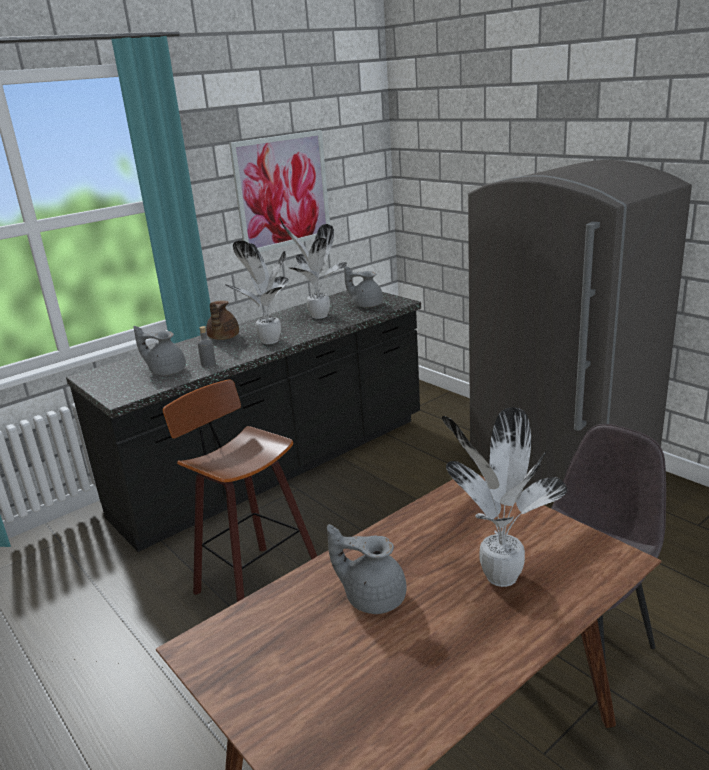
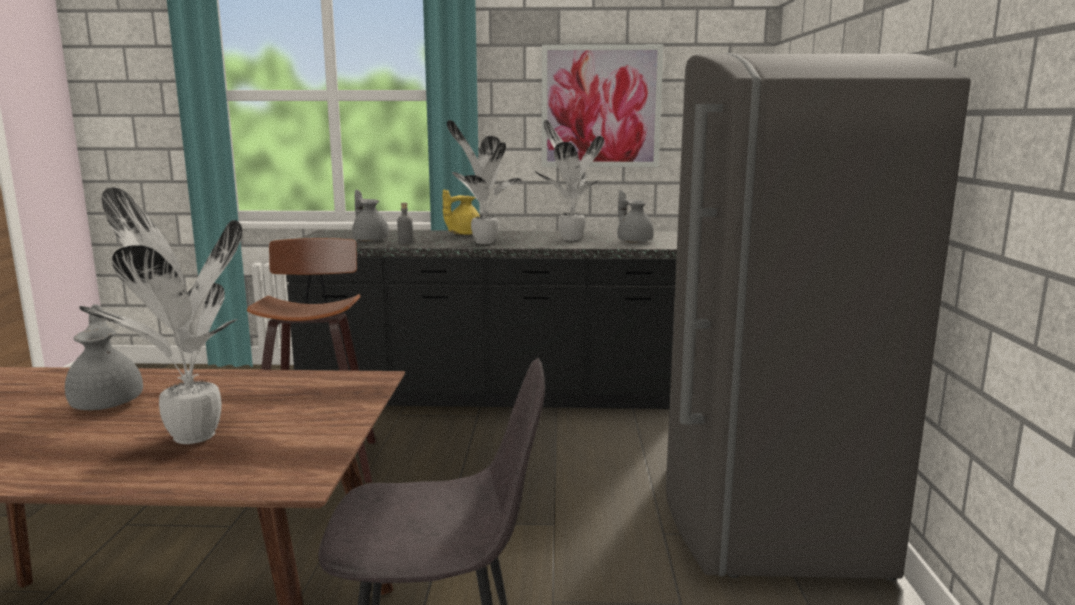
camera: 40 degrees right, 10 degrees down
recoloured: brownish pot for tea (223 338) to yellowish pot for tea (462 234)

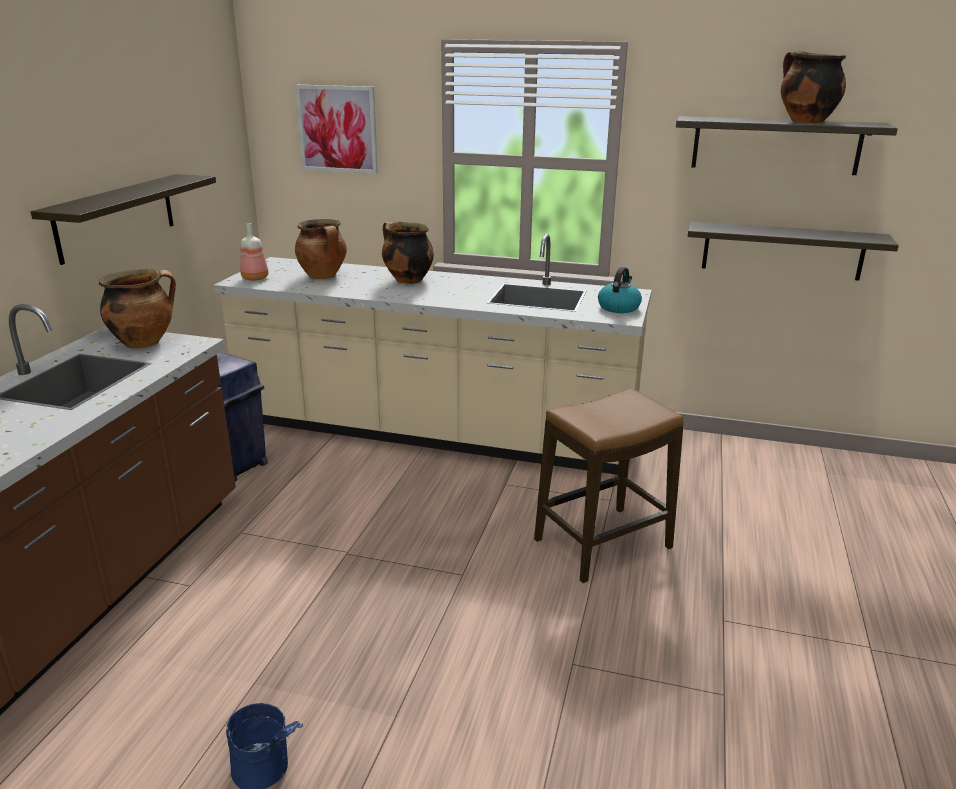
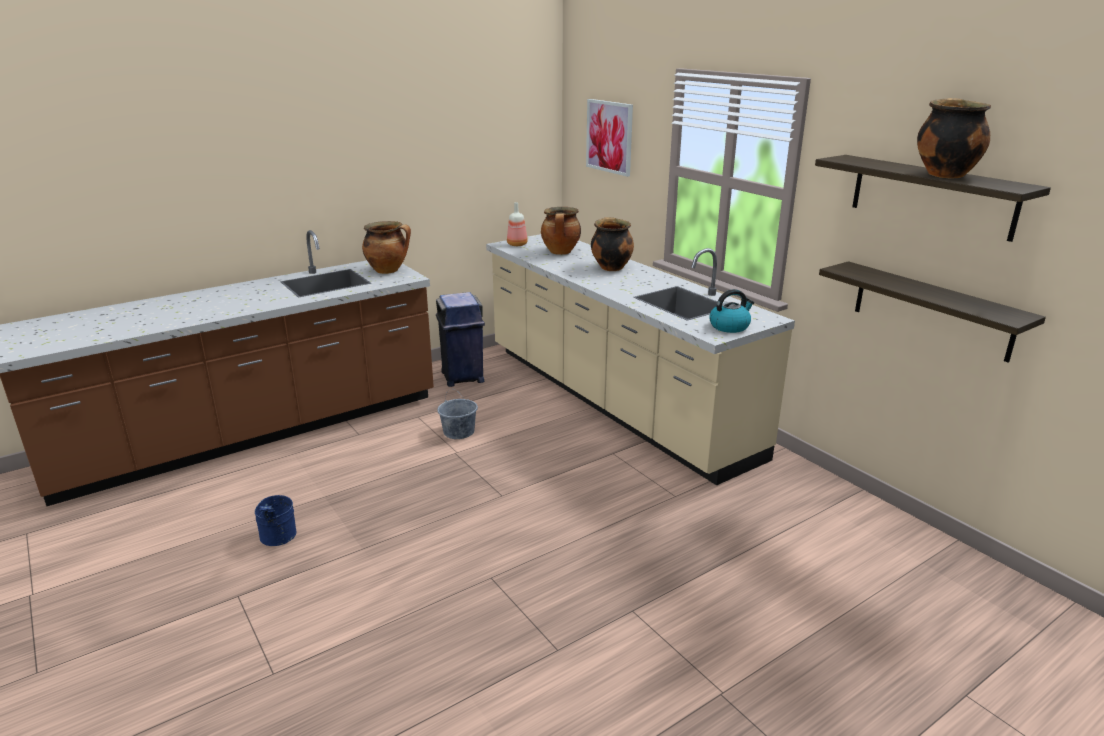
camera: 40 degrees right, 0 degrees up
removed: bracket shelf (116 217); sitting stool (603 544)
added: greyish bucket (459 432)

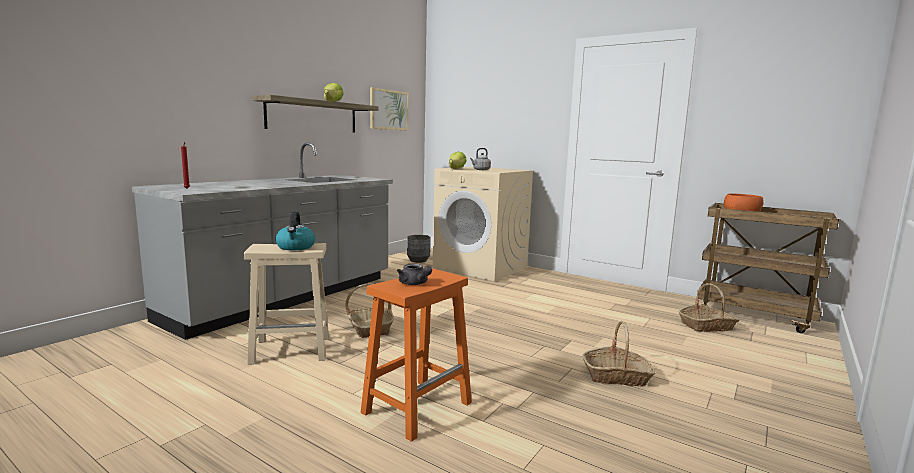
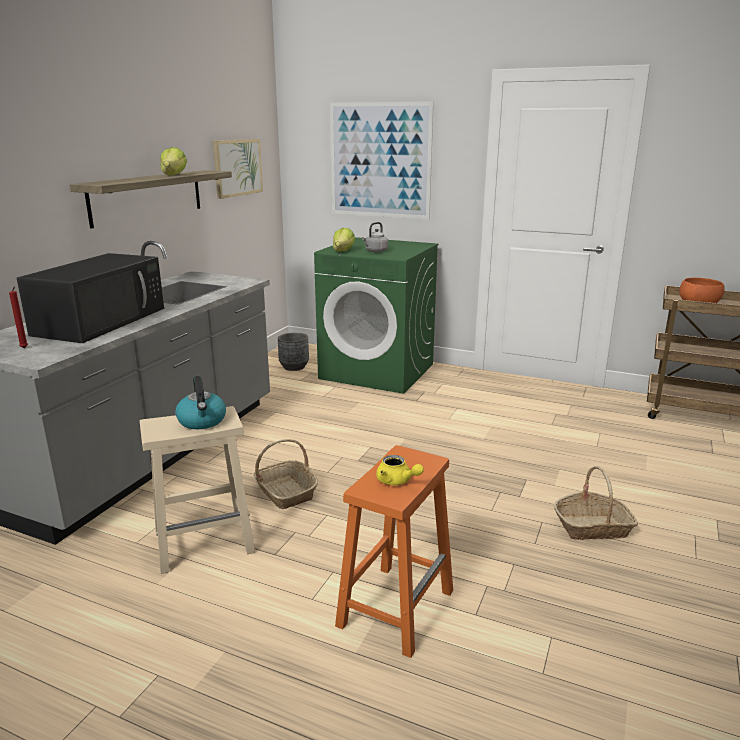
camera: 10 degrees left, 10 degrees up
removed: basket (706 326)
added: black kitchen microwave (102 320); wall picture (380 160)
recoloured: greyish pot for tea (414 284) to yellowish pot for tea (397 481); beige-coloured washing machine (481 268) to green-coloured washing machine (378 371)

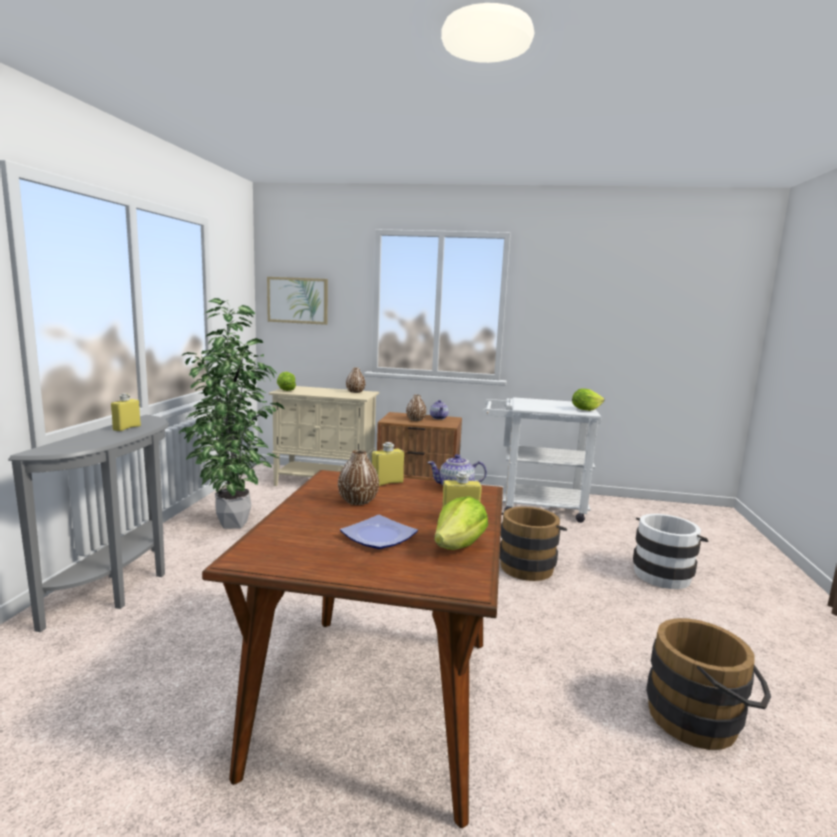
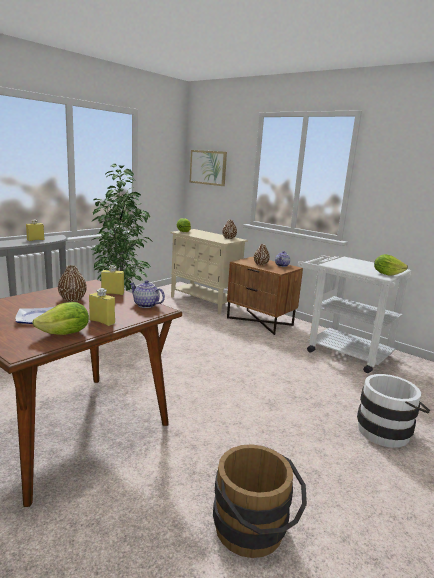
camera: 30 degrees right, 5 degrees up
removed: brownish bucket (528 565)

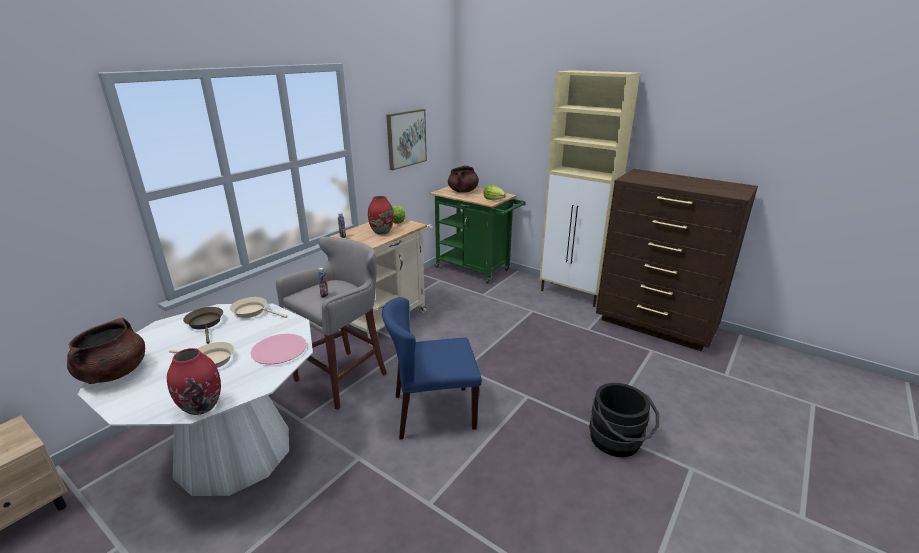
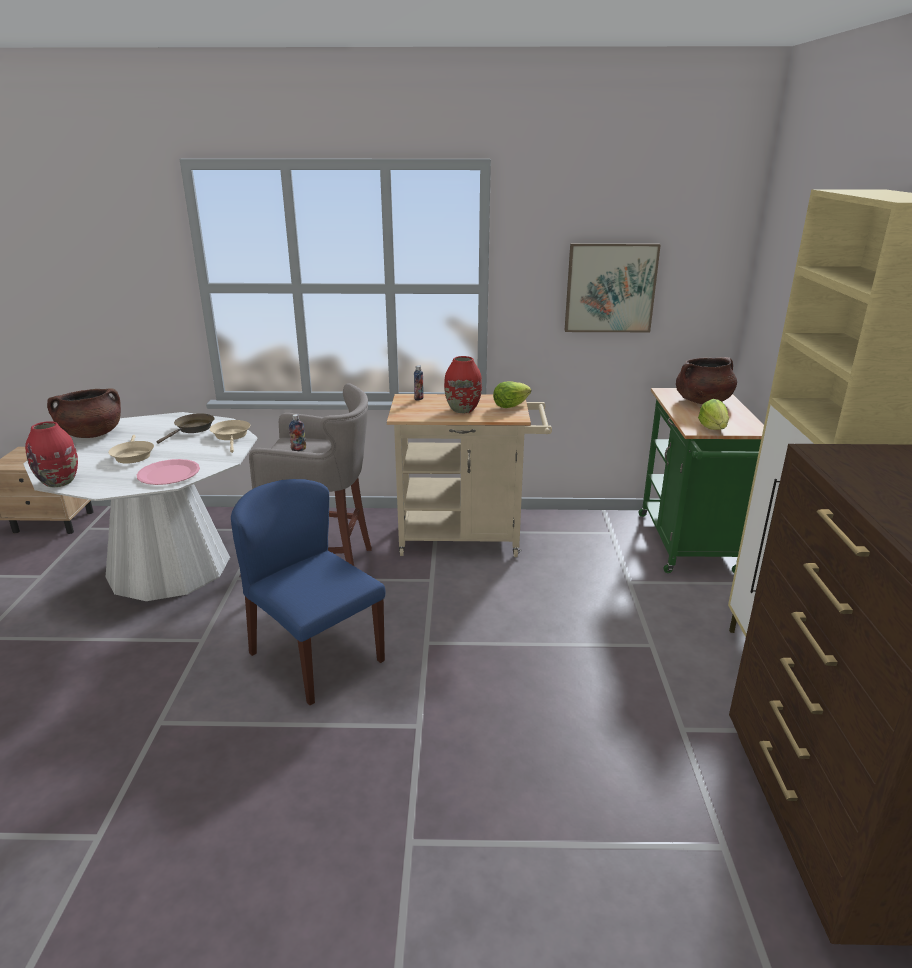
camera: 55 degrees right, 0 degrees up
removed: black bucket (618 442)

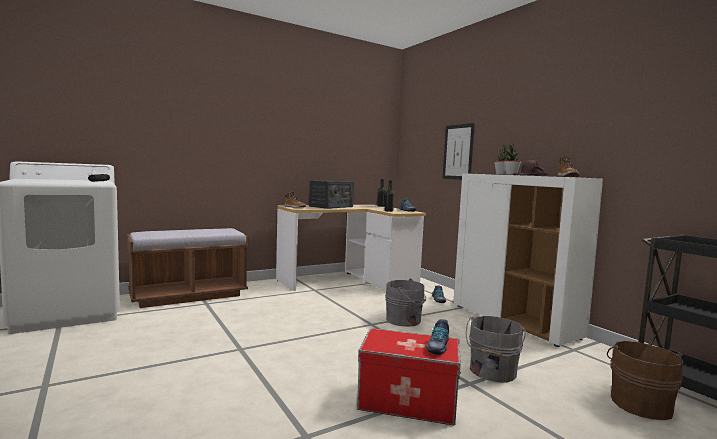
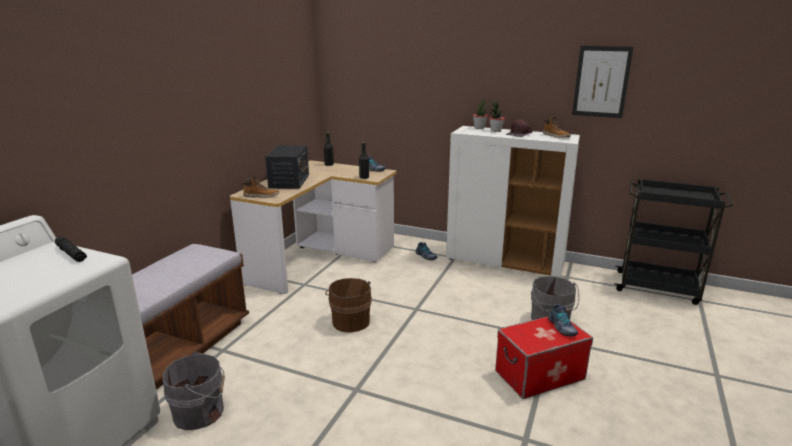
camera: 35 degrees left, 15 degrees up
moved: greyish bucket (405 320) to (201 412); wall picture (458 152) to (601 82); brownish bucket (640 403) to (350 321)

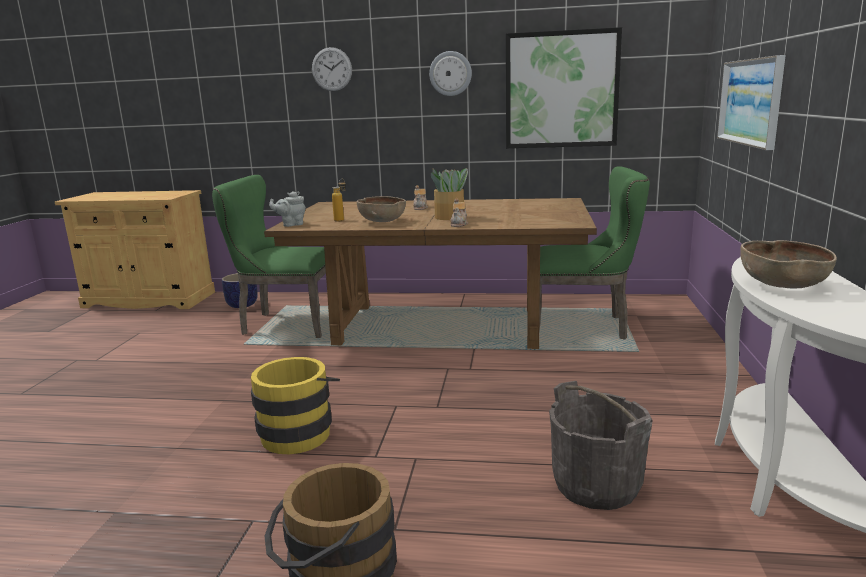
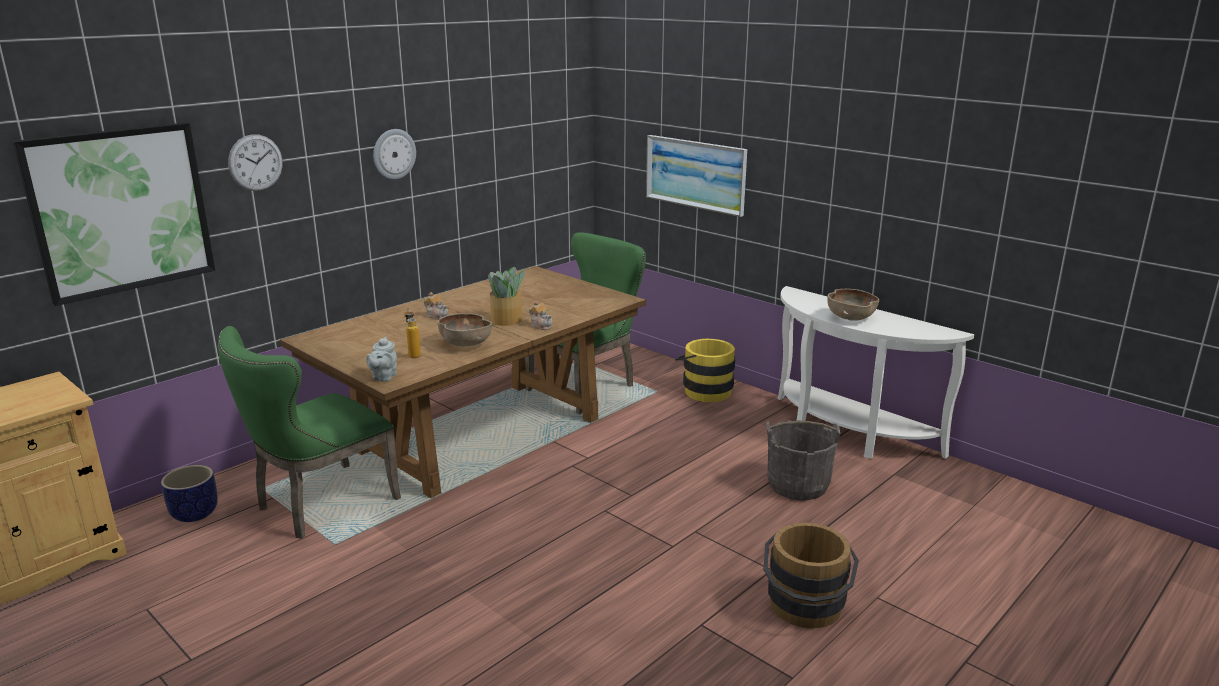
camera: 55 degrees left, 5 degrees up
moved: yellowish bucket (299 432) to (704 390); wall picture (561 90) to (121 210)

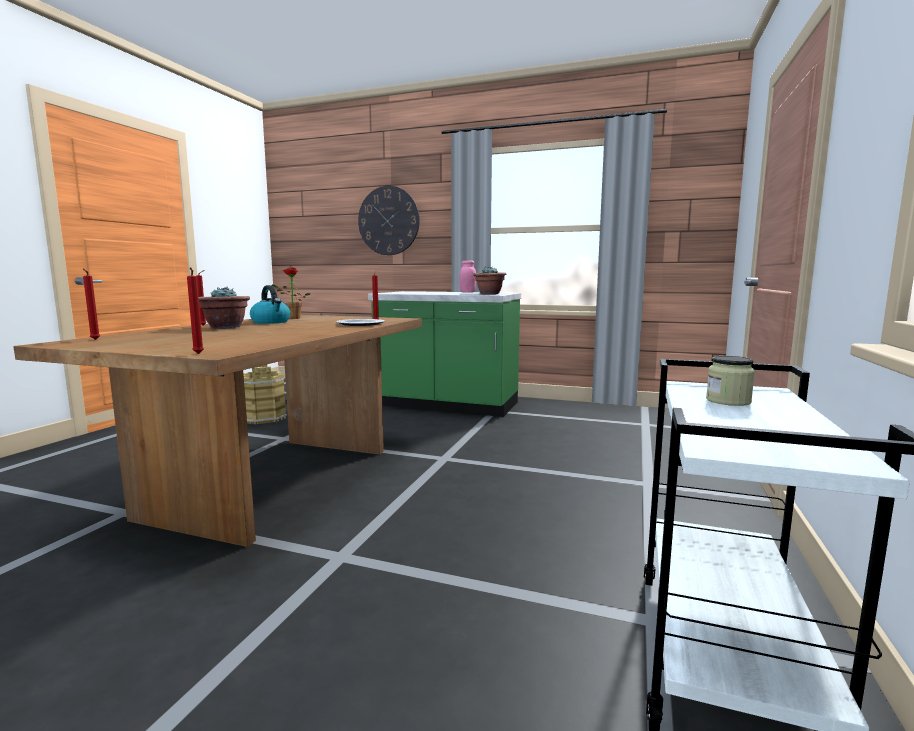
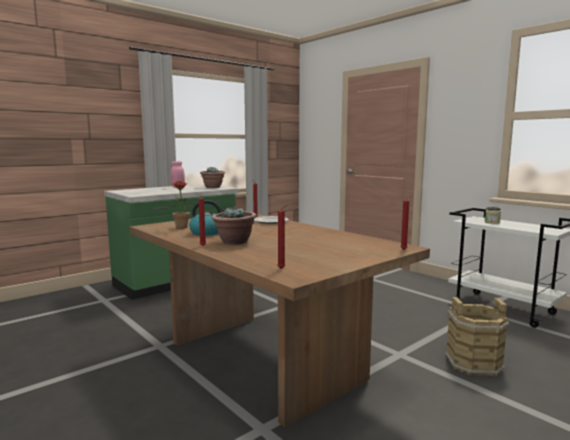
camera: 60 degrees left, 0 degrees up
removed: clock on the wall (388 221)
moved: brownish bucket (264 418) to (473 363)

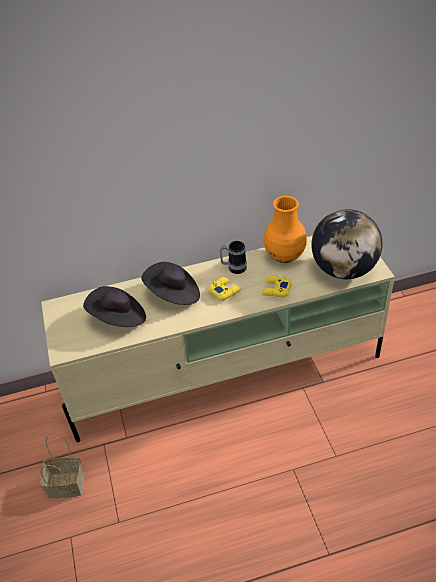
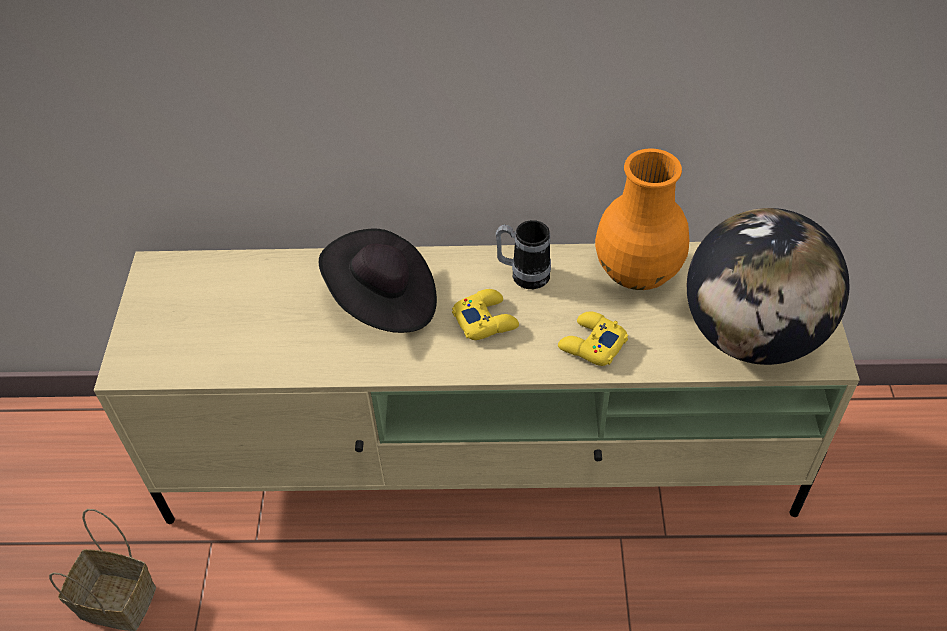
camera: 15 degrees right, 5 degrees up
removed: black clothing hat (118 318)

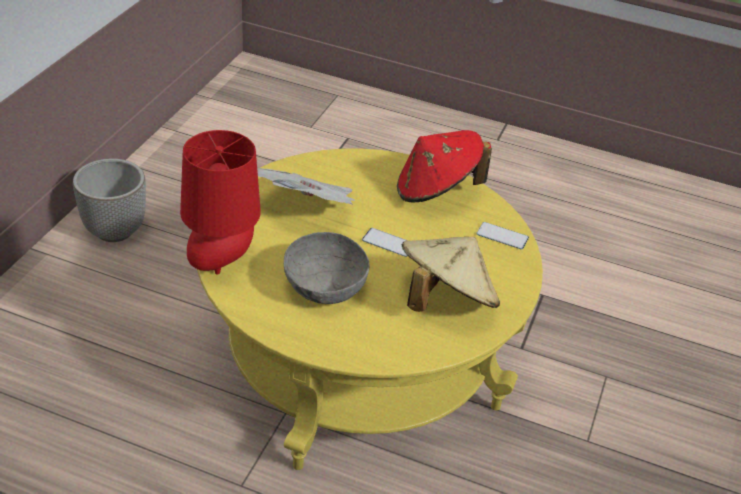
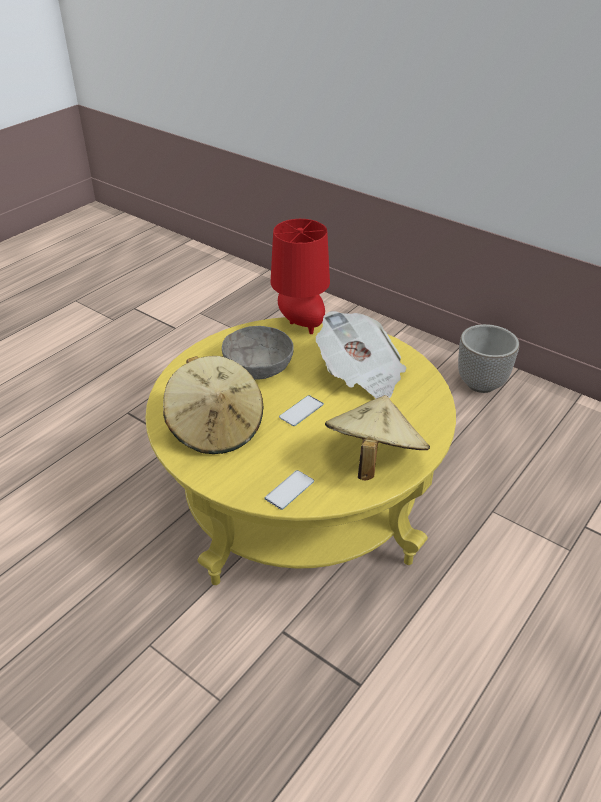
camera: 110 degrees right, 0 degrees up
recoloured: red clothing hat (436 191) to beige-coloured clothing hat (373 459)

